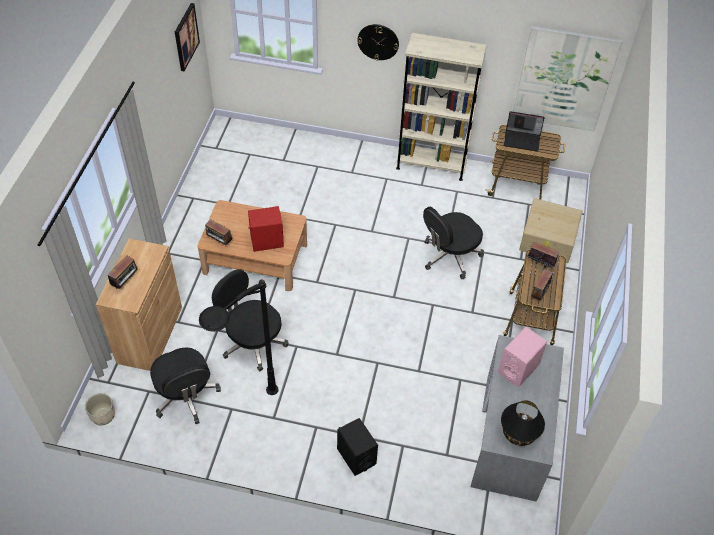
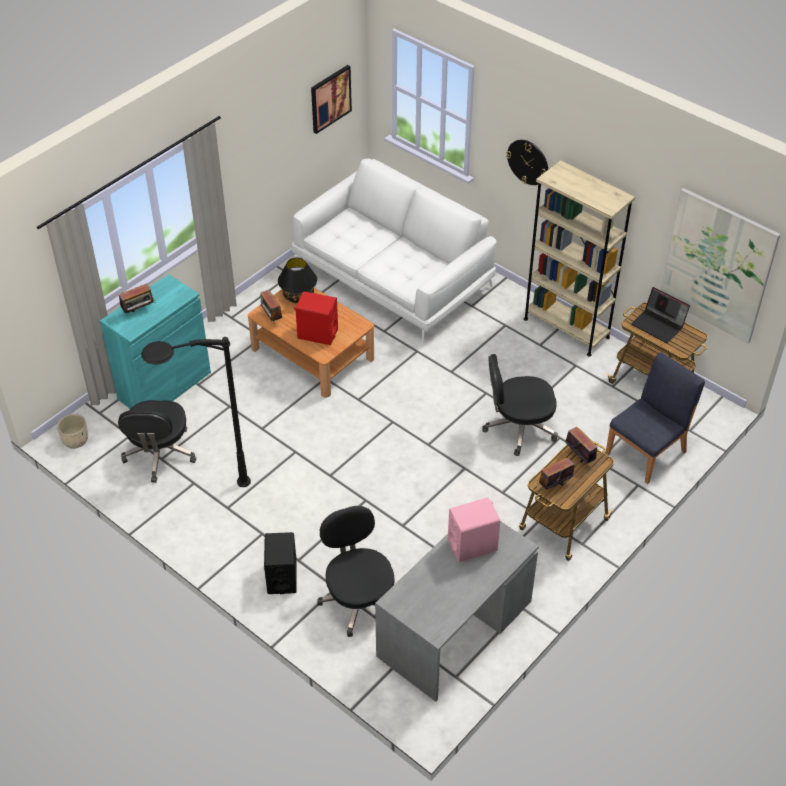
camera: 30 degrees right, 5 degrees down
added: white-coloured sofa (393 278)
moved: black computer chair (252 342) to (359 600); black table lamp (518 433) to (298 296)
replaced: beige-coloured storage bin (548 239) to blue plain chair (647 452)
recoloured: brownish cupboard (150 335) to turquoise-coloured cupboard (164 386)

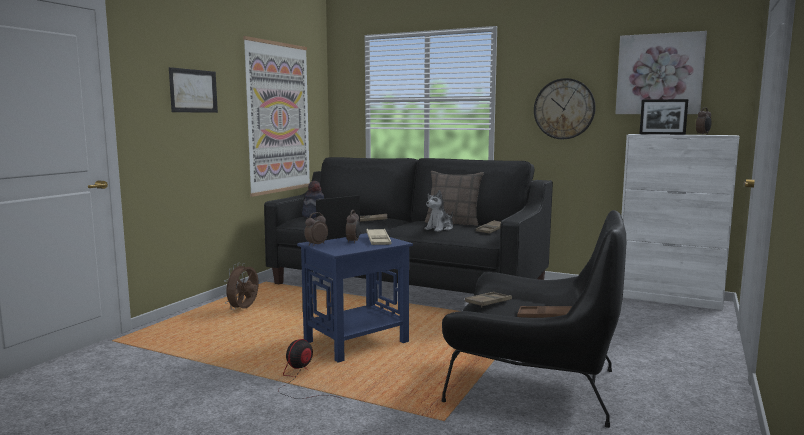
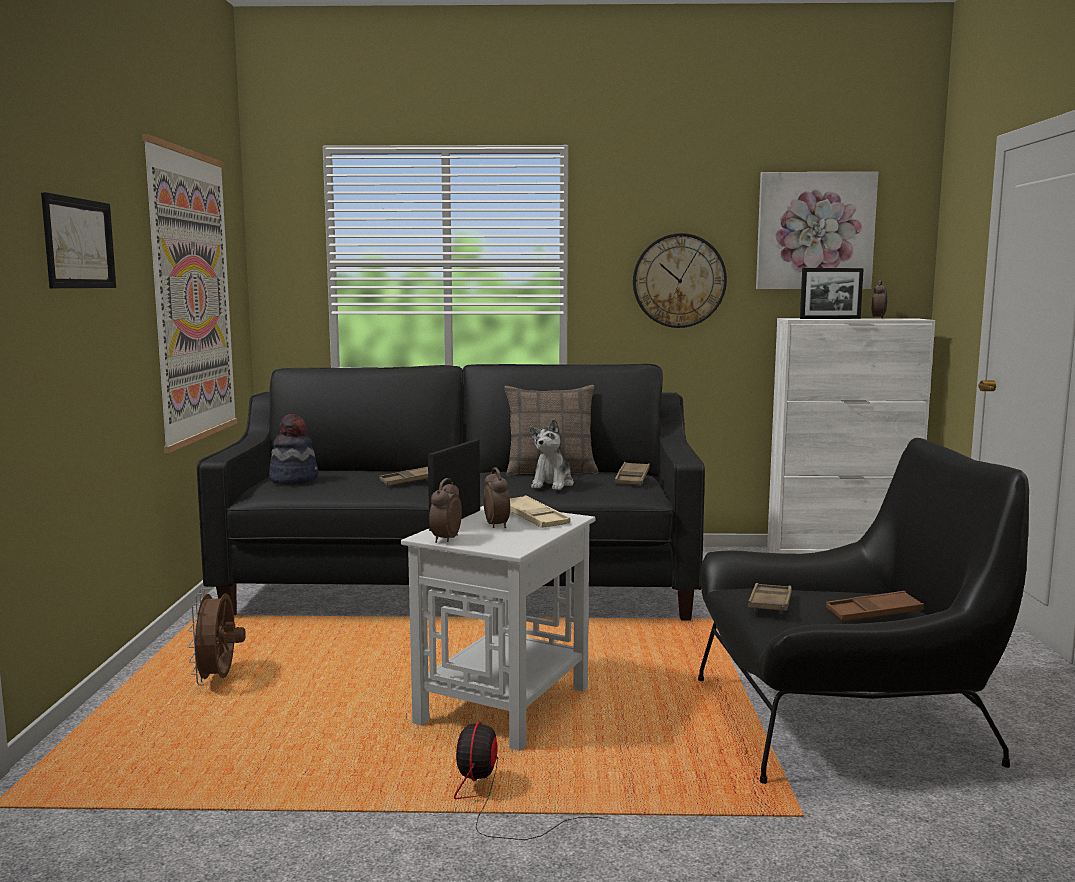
camera: 25 degrees left, 0 degrees up
recoloured: blue end table (355 342) to white-coloured end table (502 706)

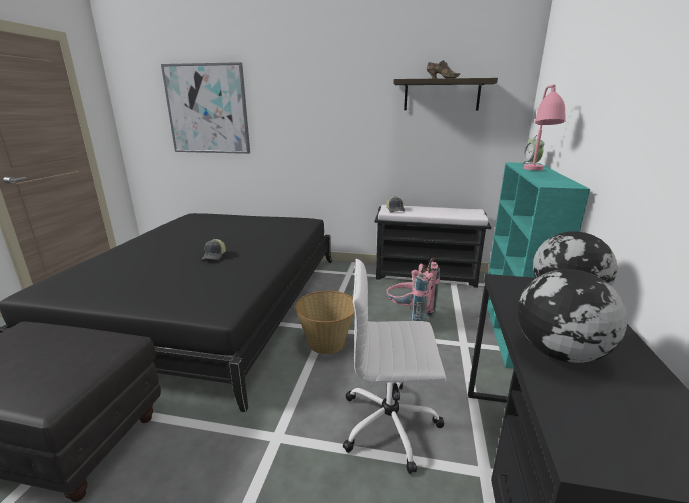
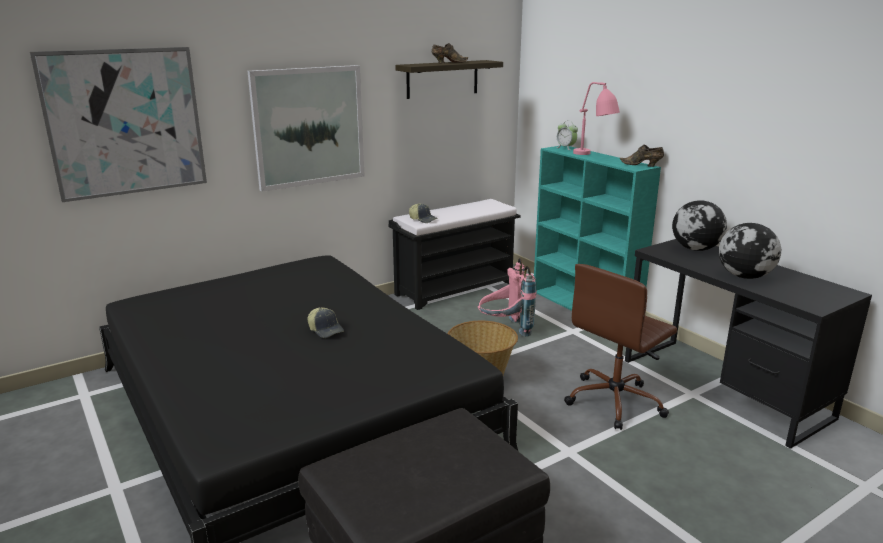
camera: 45 degrees left, 0 degrees up
added: wall picture (309 127); brownish low shoe (642 165)
recoloured: white-coloured computer chair (391 424) to brownish computer chair (615 401)

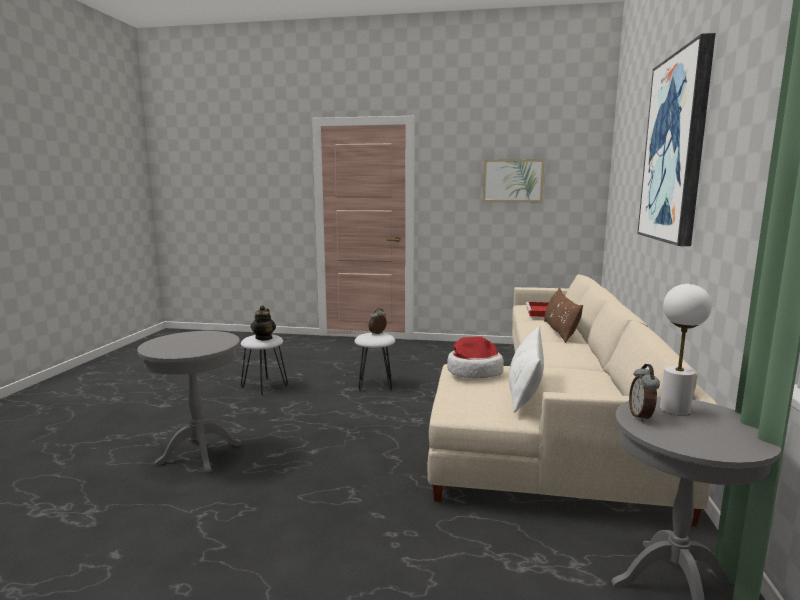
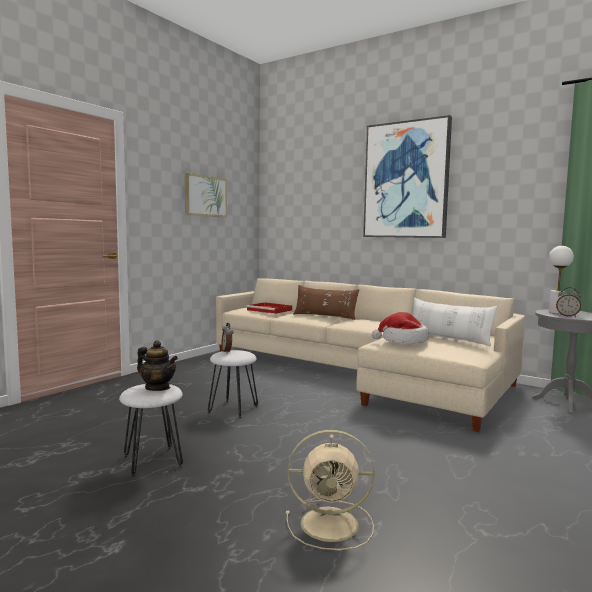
camera: 65 degrees left, 5 degrees down
replaced: greyish end table (199 454) to beige-coloured fan (332 524)

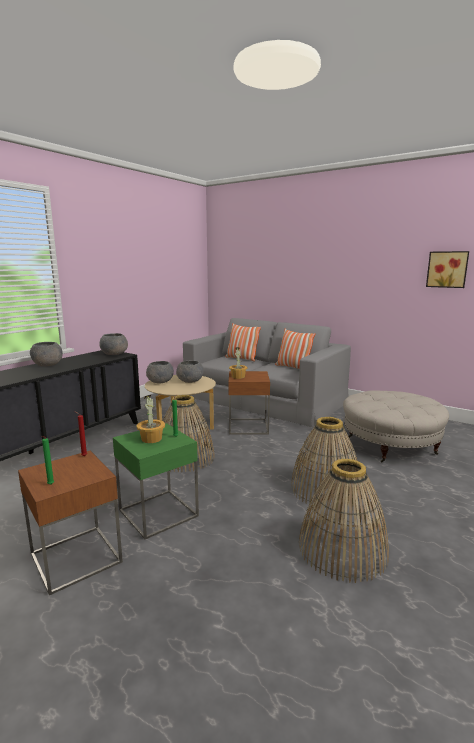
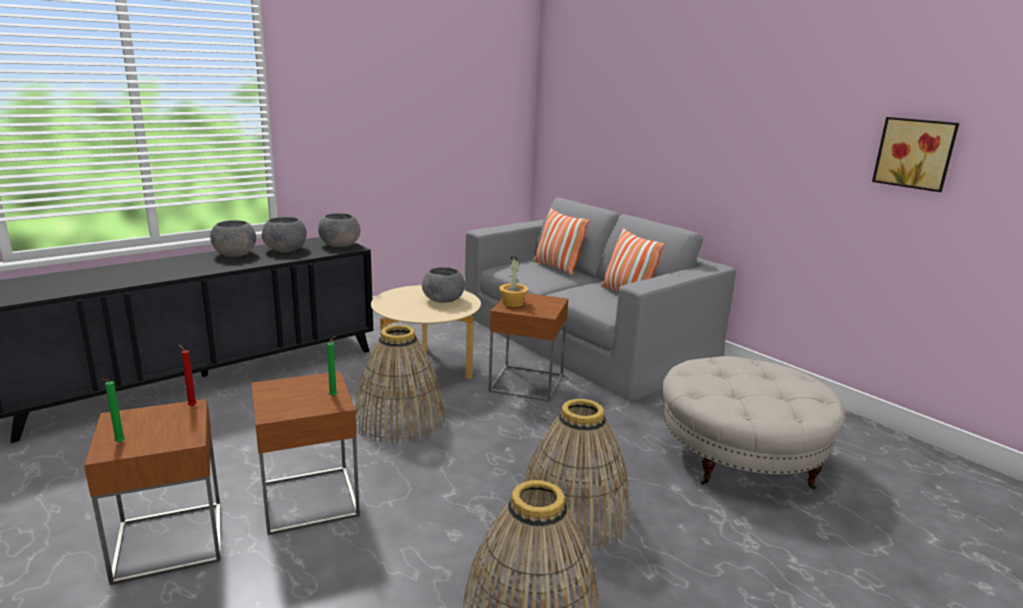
camera: 15 degrees right, 5 degrees up
removed: houseplant (151 439)
moved: greyish serving bowl (160 382) to (285 250)
recoloured: green-coloured end table (158 513) to brownish end table (309 499)

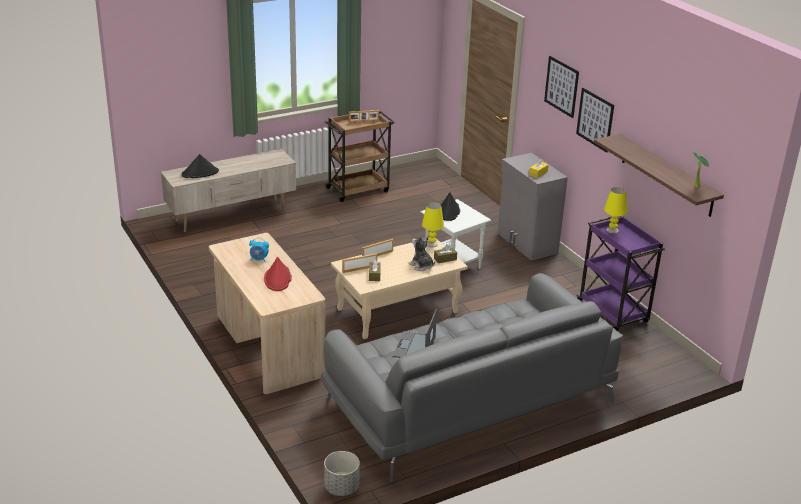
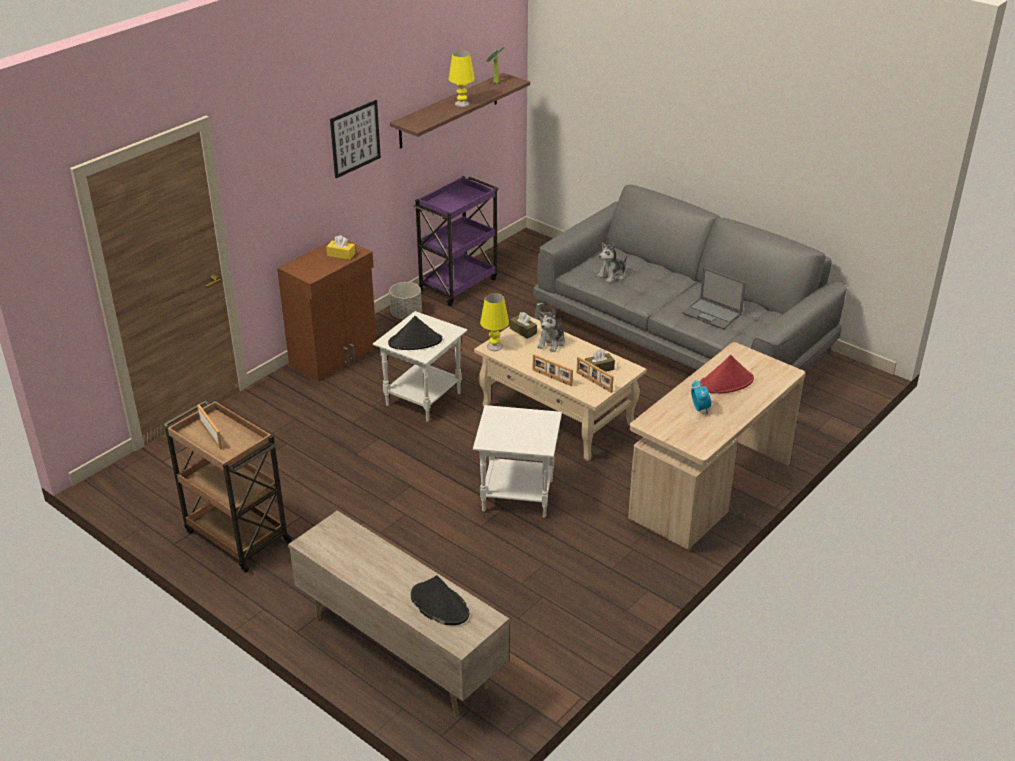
camera: 110 degrees left, 5 degrees up
removed: wall picture (561 86)
added: white-coloured end table (516 495); cuddly toy (612 275)
moved: greyish flower pot (341 488) to (406 315); yellowish table lamp (612 230) to (462 104)
recoloured: greyish cupboard (526 243) to brownish cupboard (335 356)
turned: notebook computer (414 347) = (712 314) 45 degrees clockwise

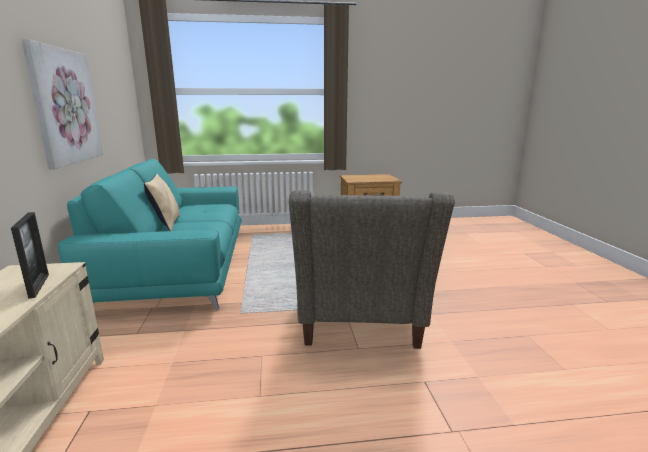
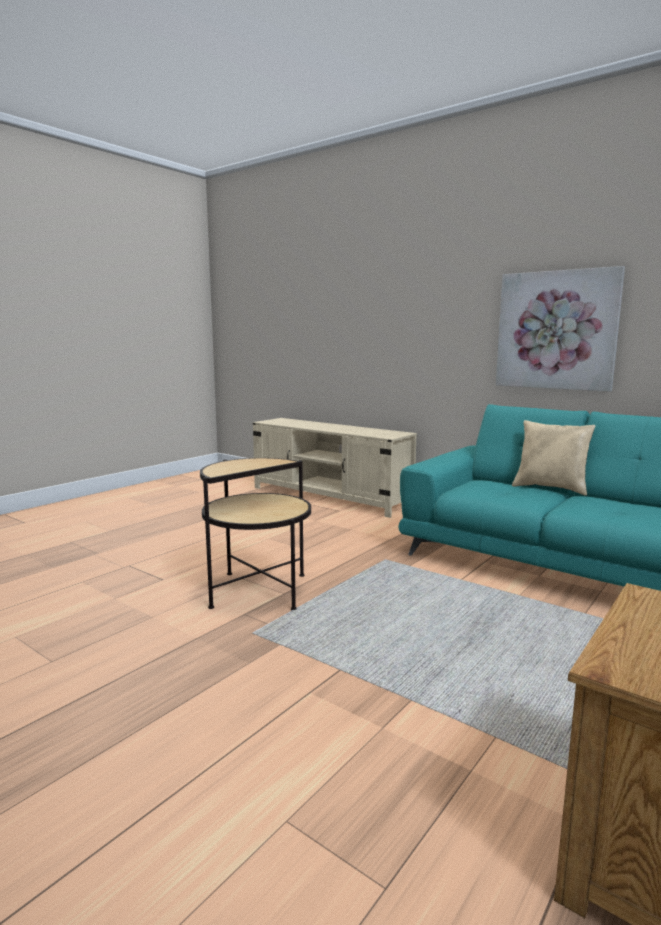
camera: 135 degrees right, 5 degrees down
removed: photo frame (39 286)
replaced: greyish easy chair (360 329) to end table (259 590)

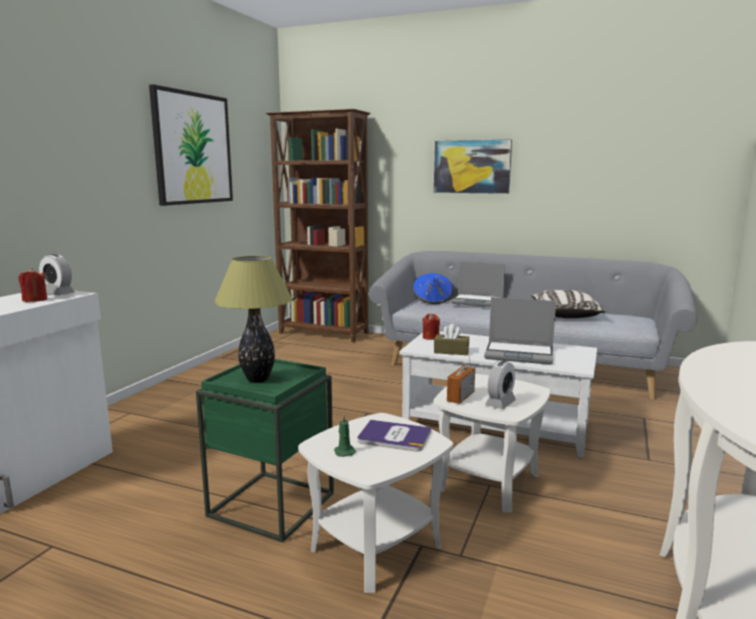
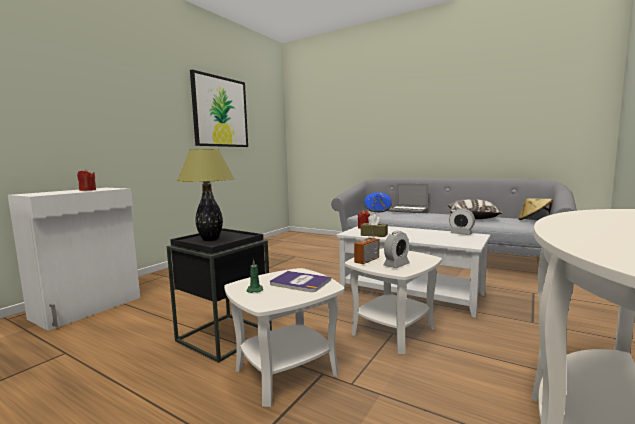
camera: 10 degrees right, 5 degrees down
removed: brownish bookcase (324 333); wall picture (472 167); notebook computer (520 354)
added: beige-coloured clothing hat (534 220)
moved: alarm clock (58 294) to (461 234)
recoloured: green-coloured end table (271 504) to black end table (224 336)

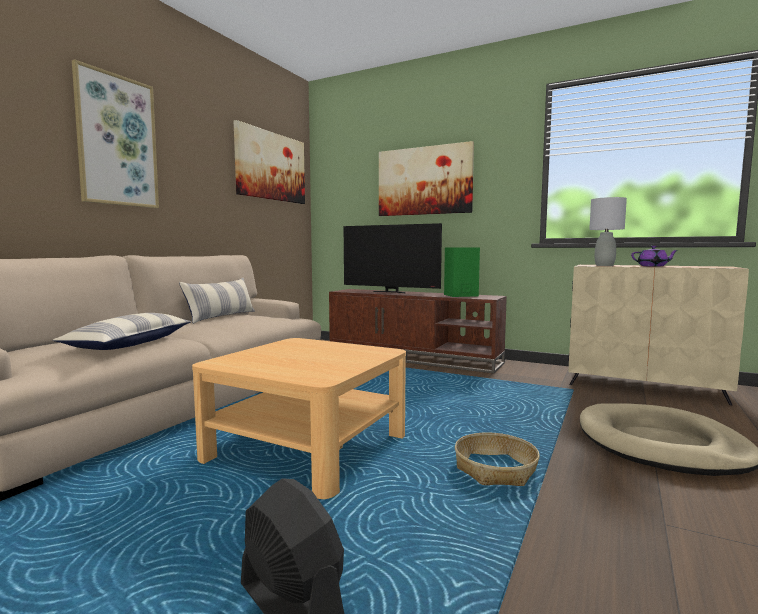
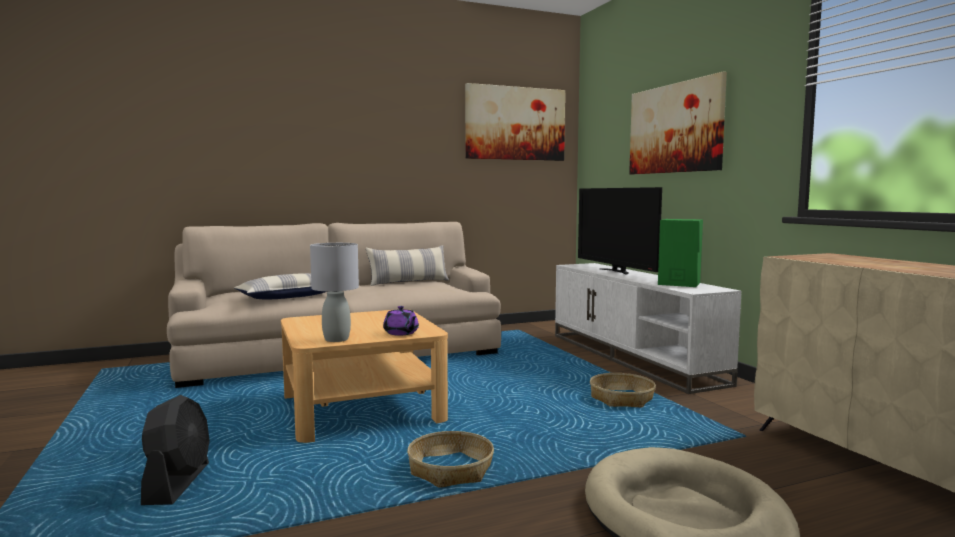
camera: 40 degrees right, 0 degrees up
removed: wall picture (117 141)
added: basket (621 399)
moved: greyish table lamp (604 265) to (337 339); purple-coloured pot for tea (653 266) to (401 333)
recoloured: brownish tv stand (414 358) to white-coloured tv stand (633 357)

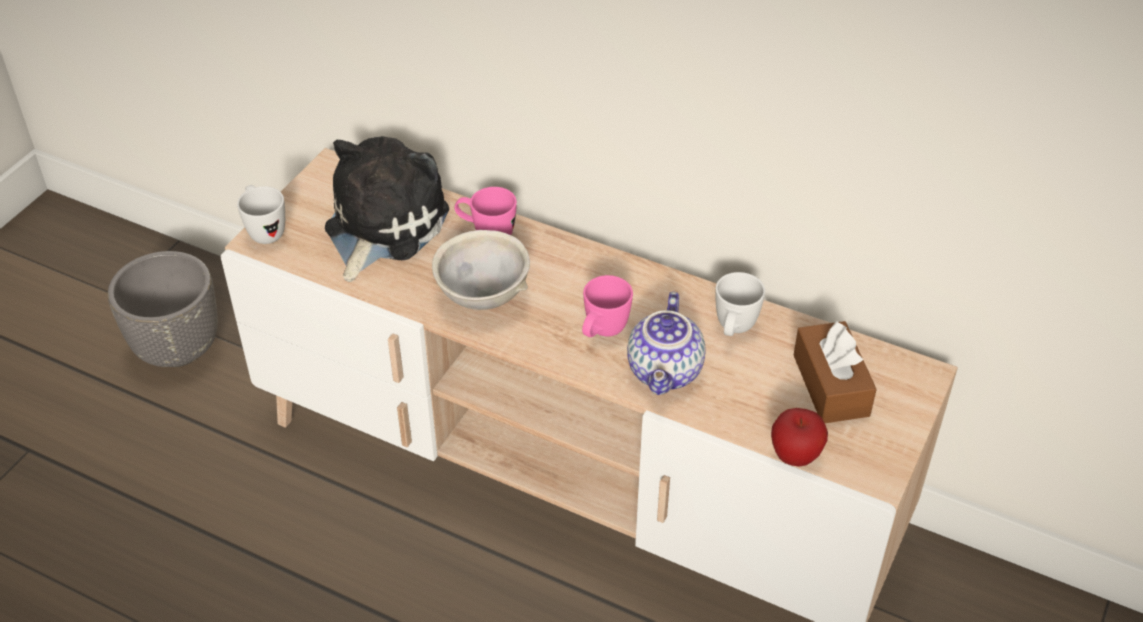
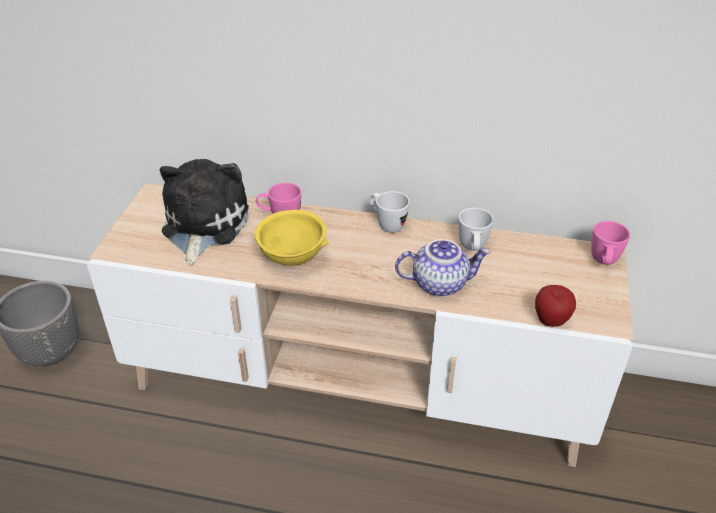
camera: 15 degrees left, 5 degrees down
removed: brownish tissue box (831 385)
moved: white-coloured mug (264 230) to (387 224); pink mug (602 333) to (603 263)
recoloured: greyish serving bowl (483 297) to yellowish serving bowl (292 258)
turned: pot for tea (666 372) = (440 283) 90 degrees counterclockwise

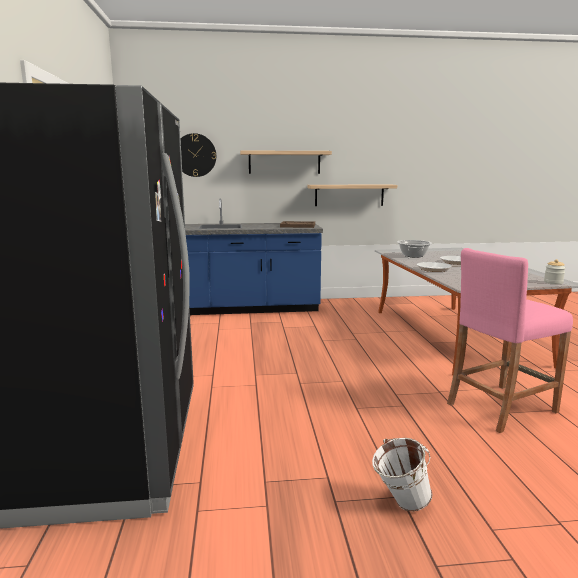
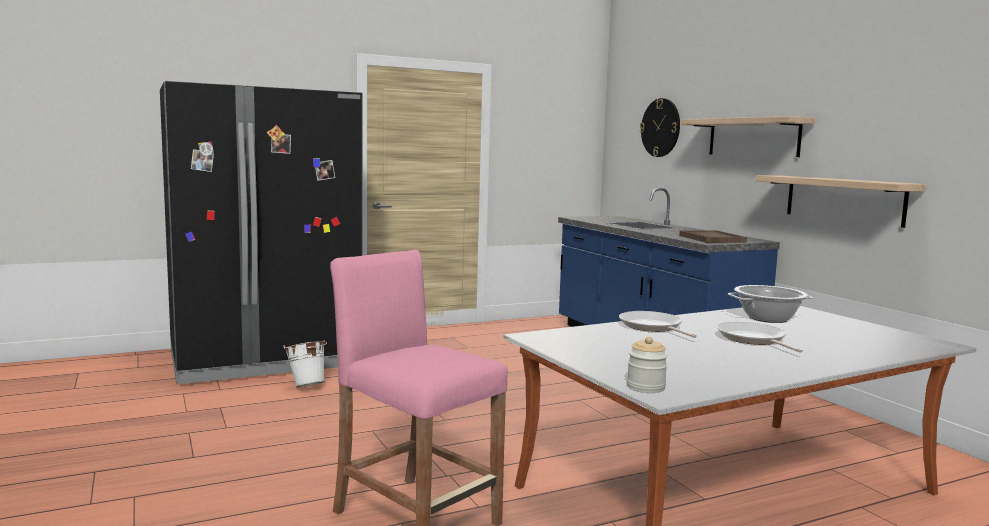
camera: 70 degrees right, 5 degrees down
moved: white-coloured bucket (399 504) to (307 386)

